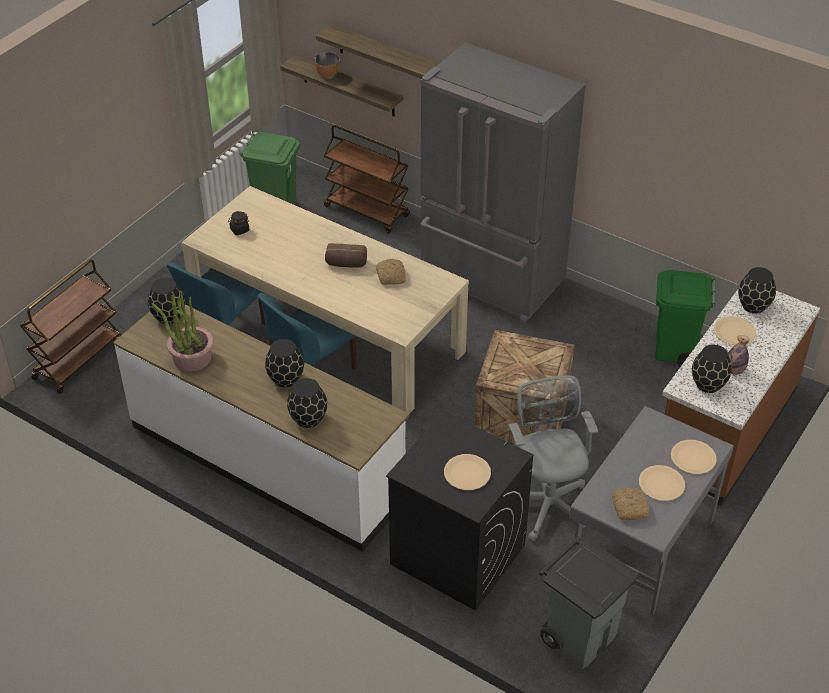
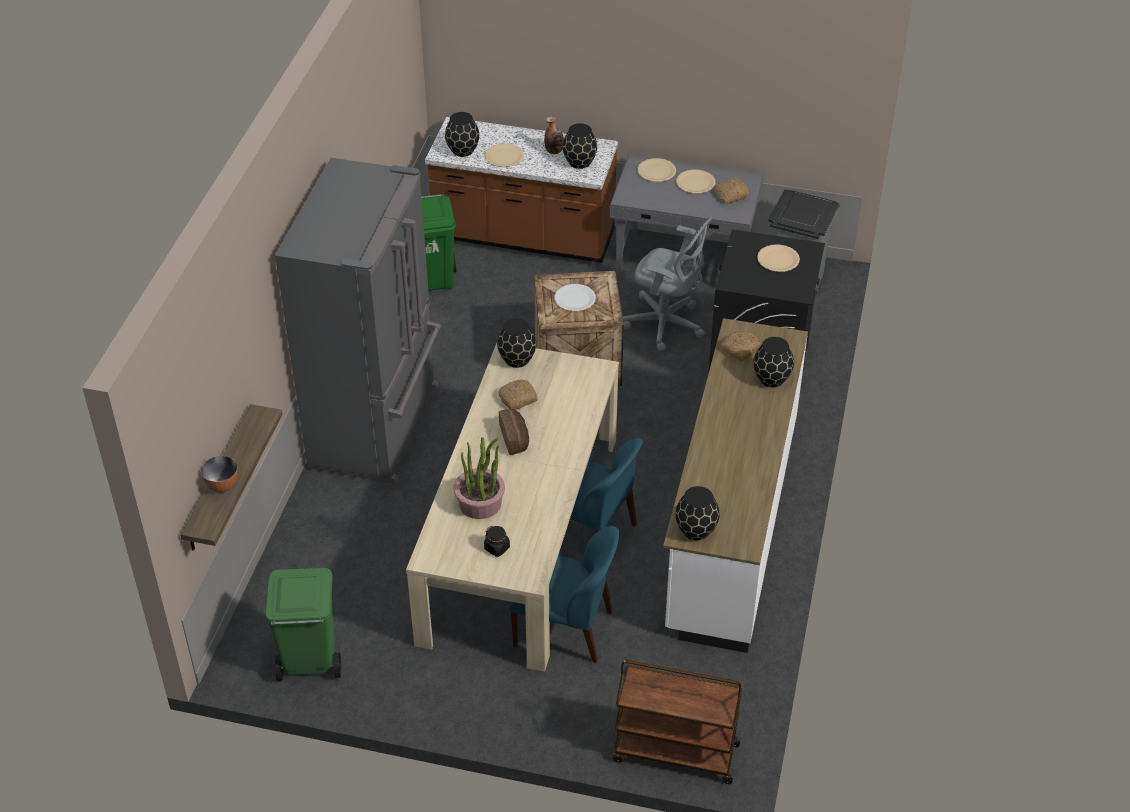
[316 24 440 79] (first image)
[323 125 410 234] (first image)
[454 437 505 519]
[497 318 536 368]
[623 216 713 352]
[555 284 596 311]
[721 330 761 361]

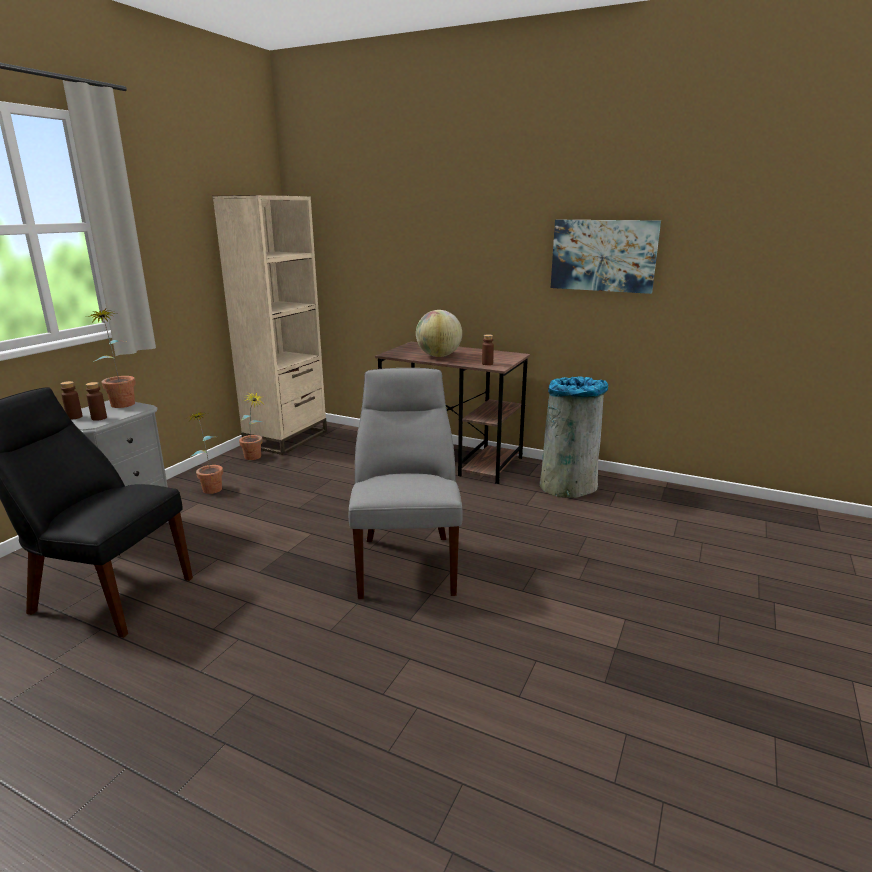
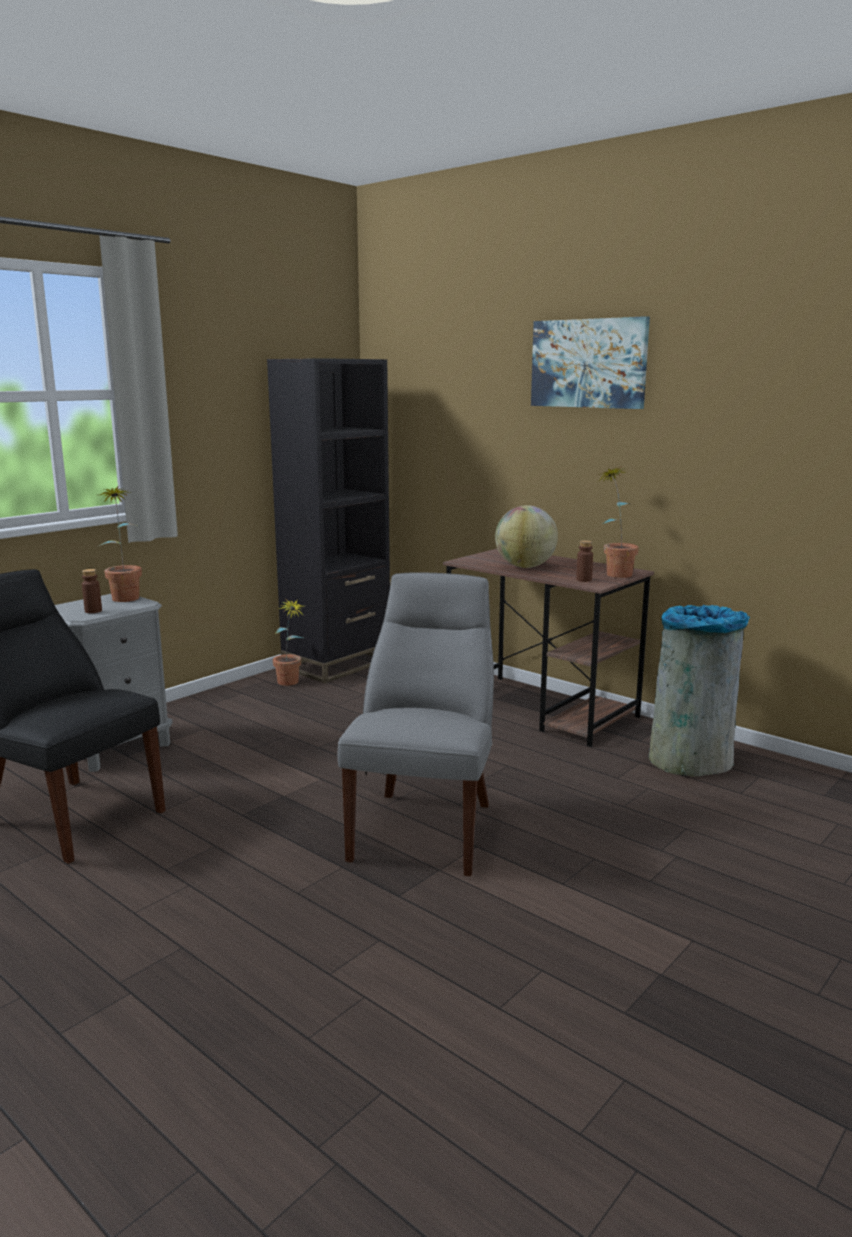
[267 358 390 683]
[531 316 650 409]
[61 381 82 420] (first image)
[597 466 639 578]

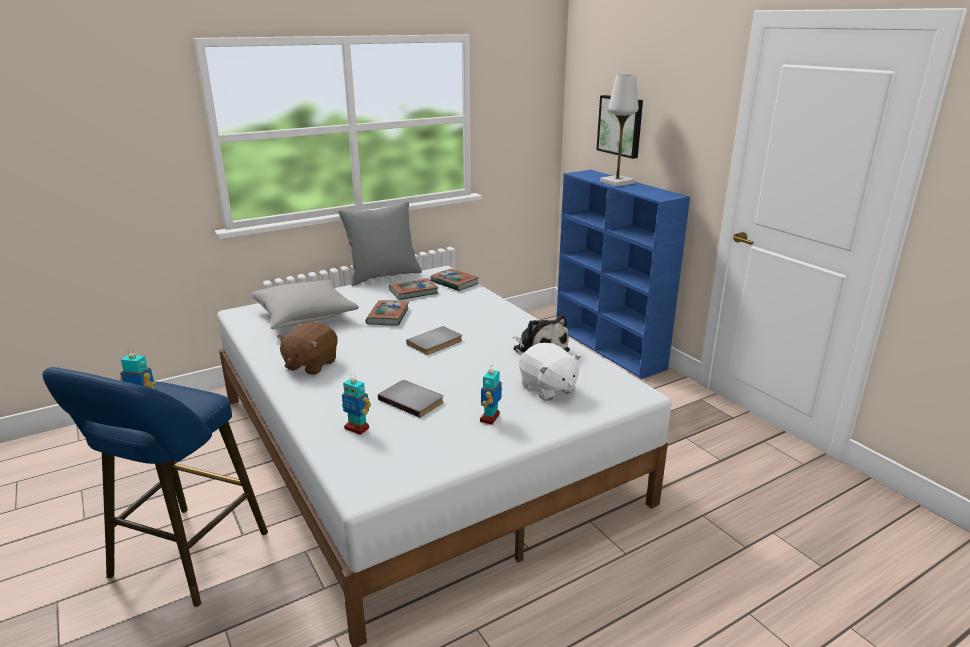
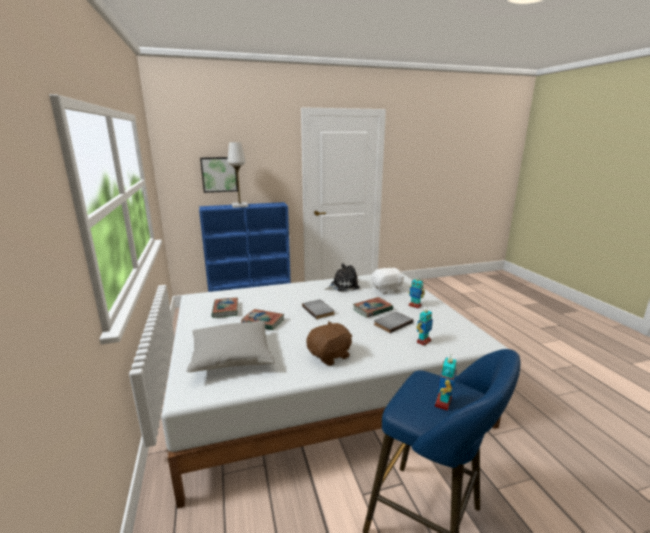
[338 202 422 286] (first image)
[353 297 393 318]
[306 321 352 366]

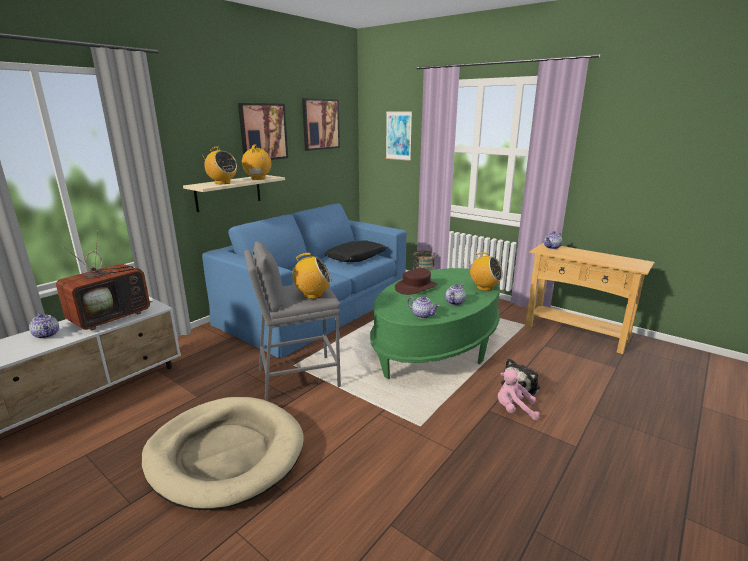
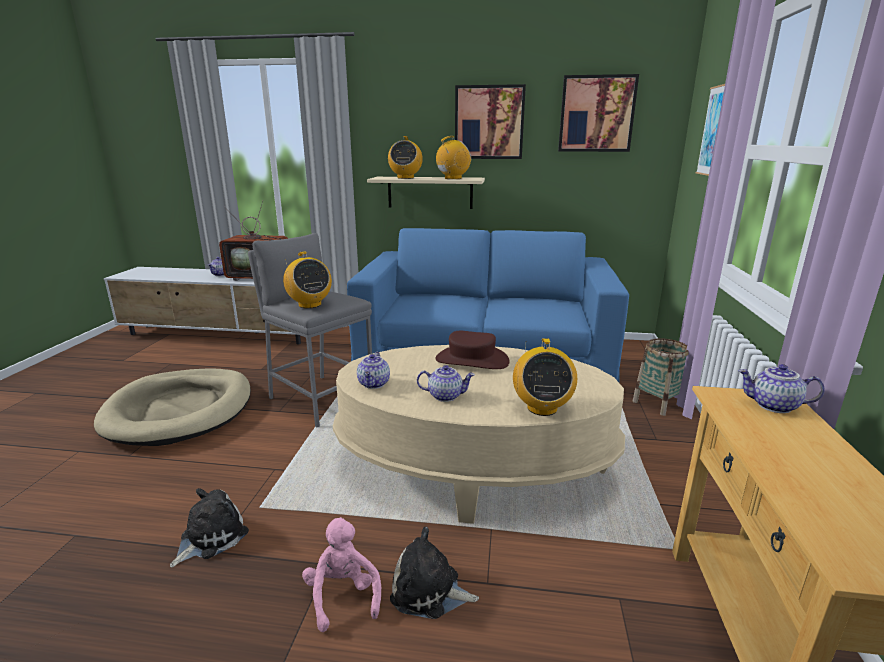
[324 241 387 262] (first image)
[333 345 625 524]
[170 488 249 567]

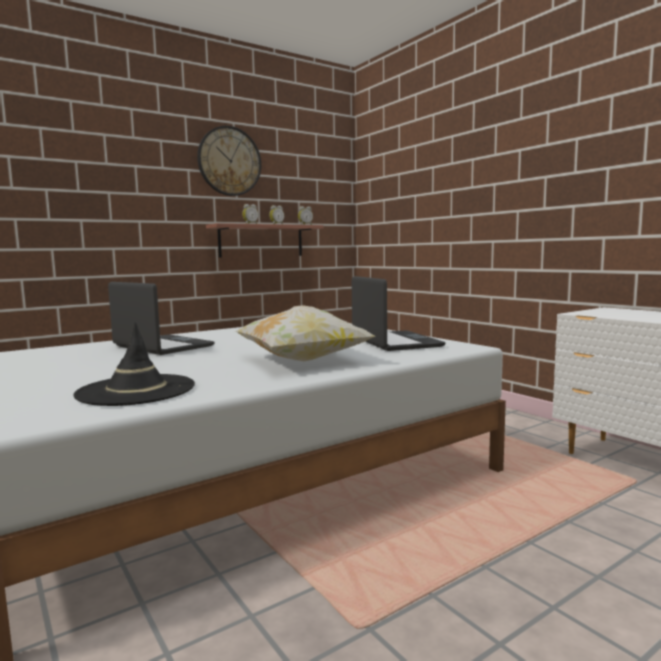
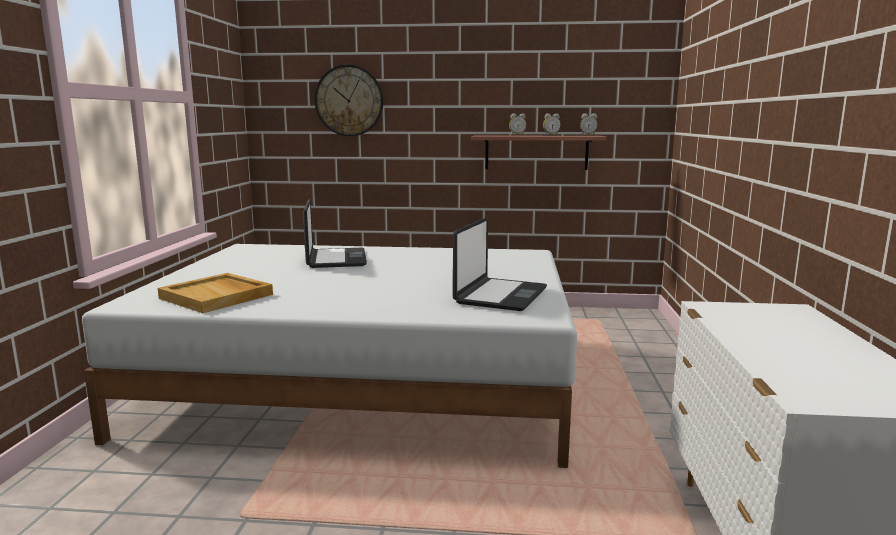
[314 64 383 136]
[235 305 375 361] (first image)
[158 273 273 313]

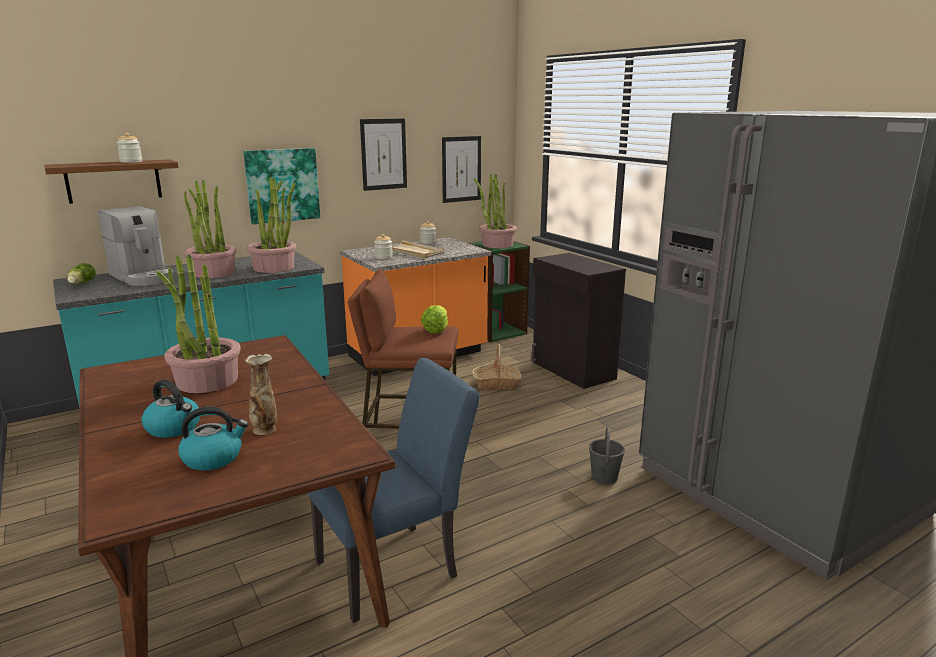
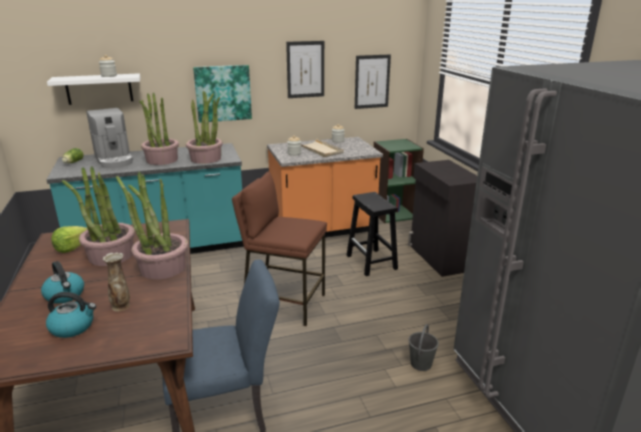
[47 73 140 105]
[116 172 188 279]
[51 226 87 253]
[346 192 398 276]

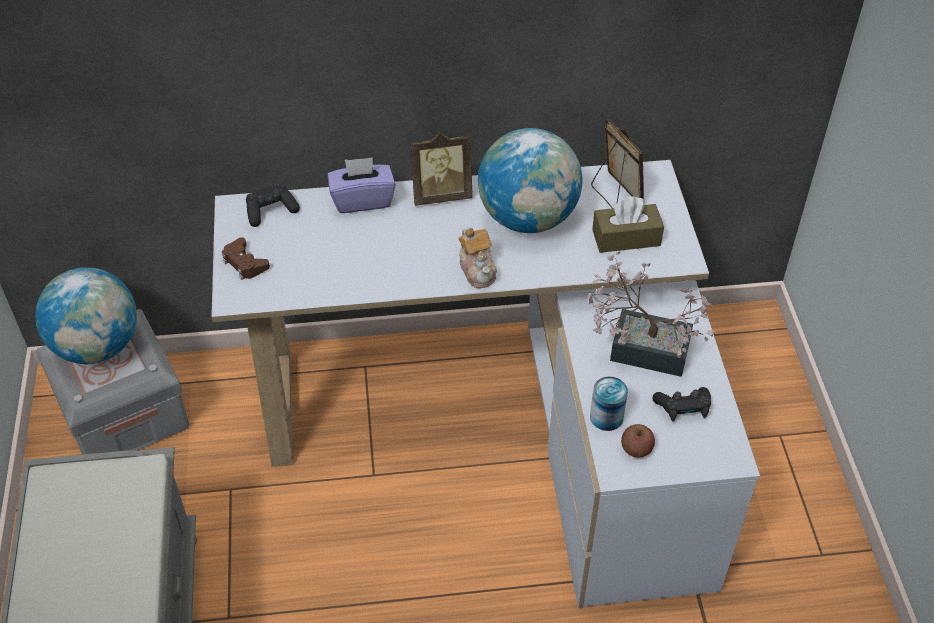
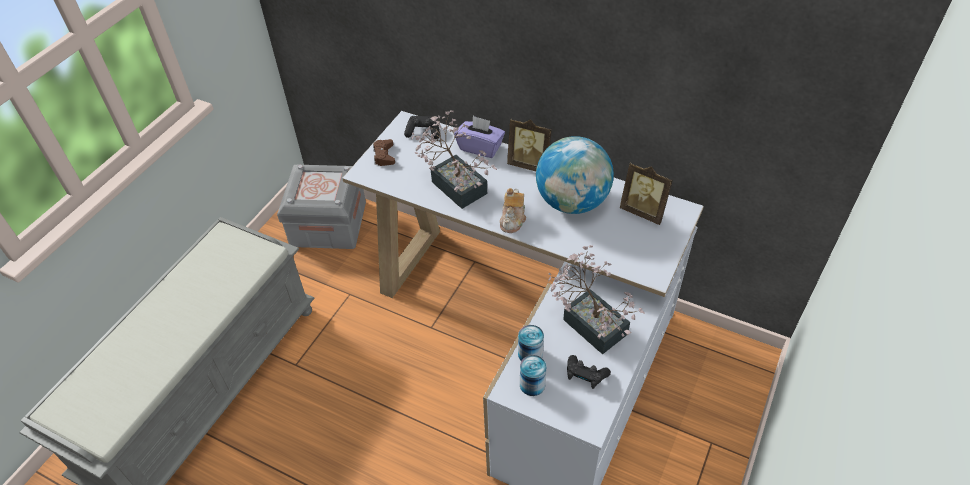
[620 162 673 225]
[592 196 664 253] (first image)
[35 267 137 364] (first image)
[520 355 546 396]
[411 110 497 209]

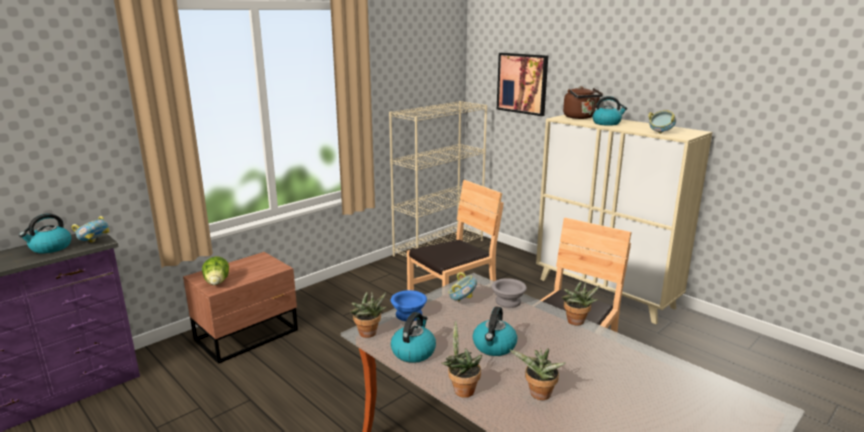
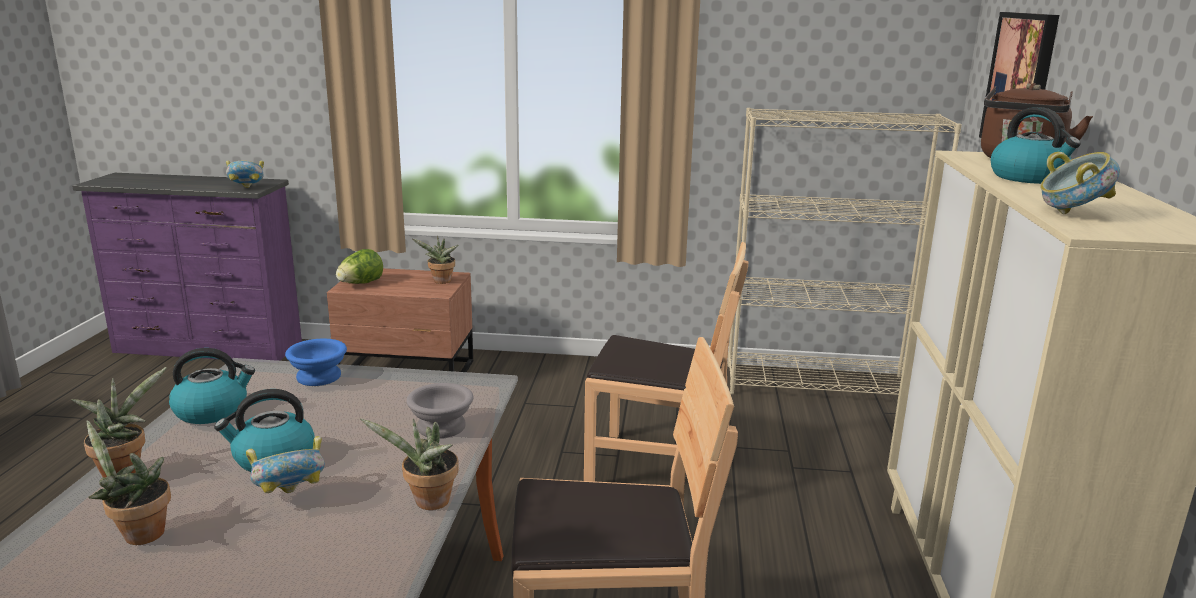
[19 213 71 254] (first image)
[246 436 325 493]
[412 236 459 284]

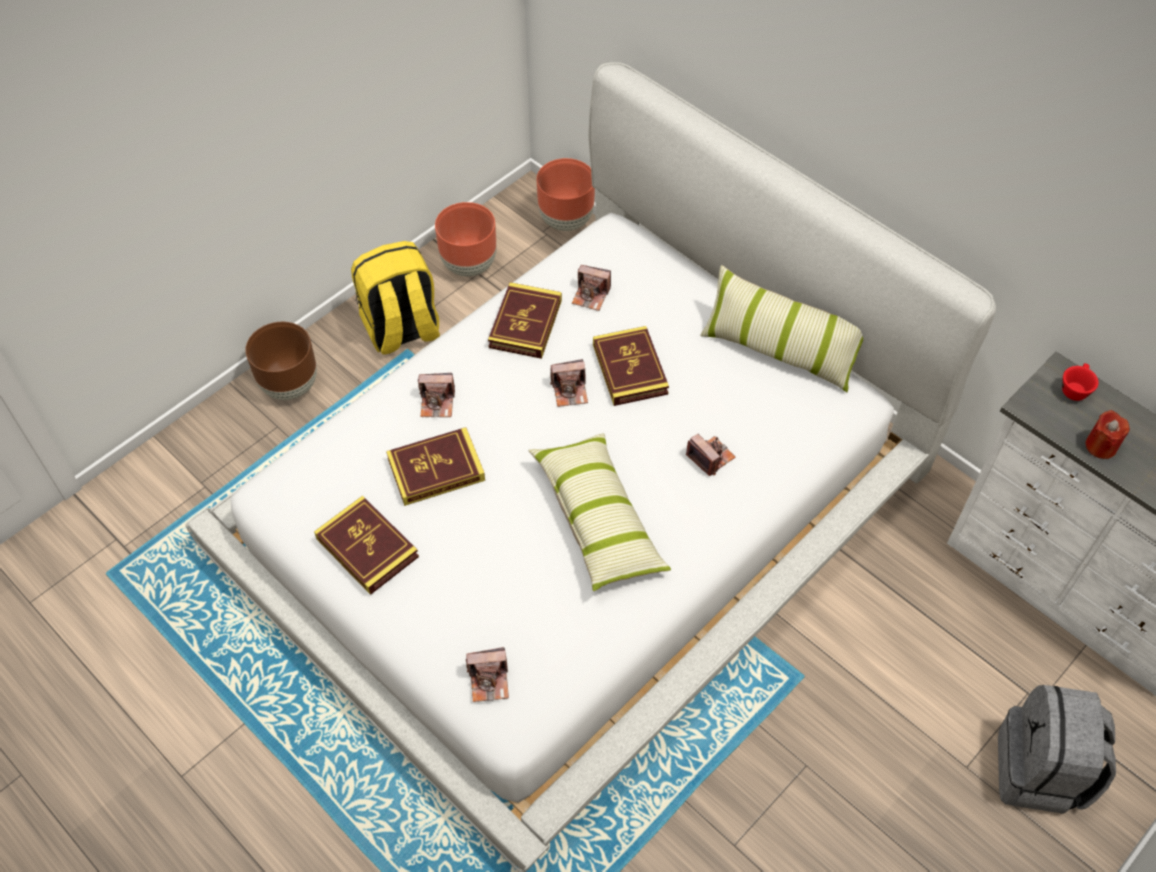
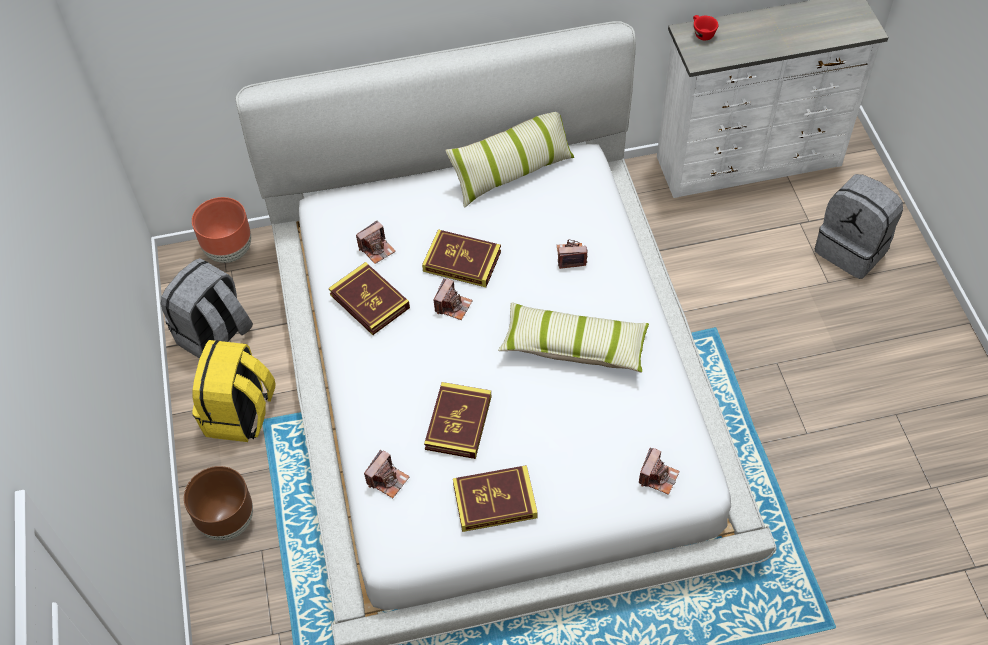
[161 258 253 359]
[364 450 410 498]
[1086 410 1130 459] (first image)

